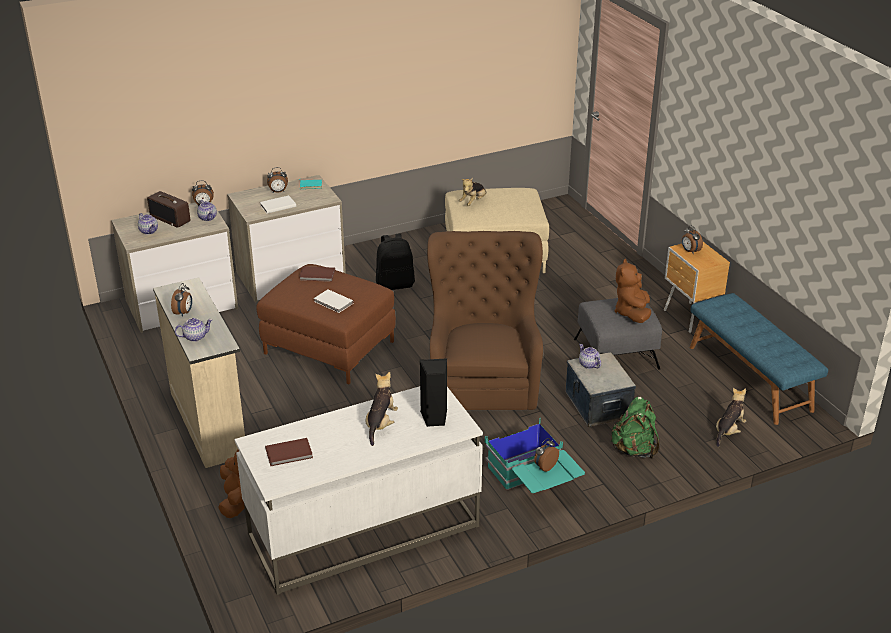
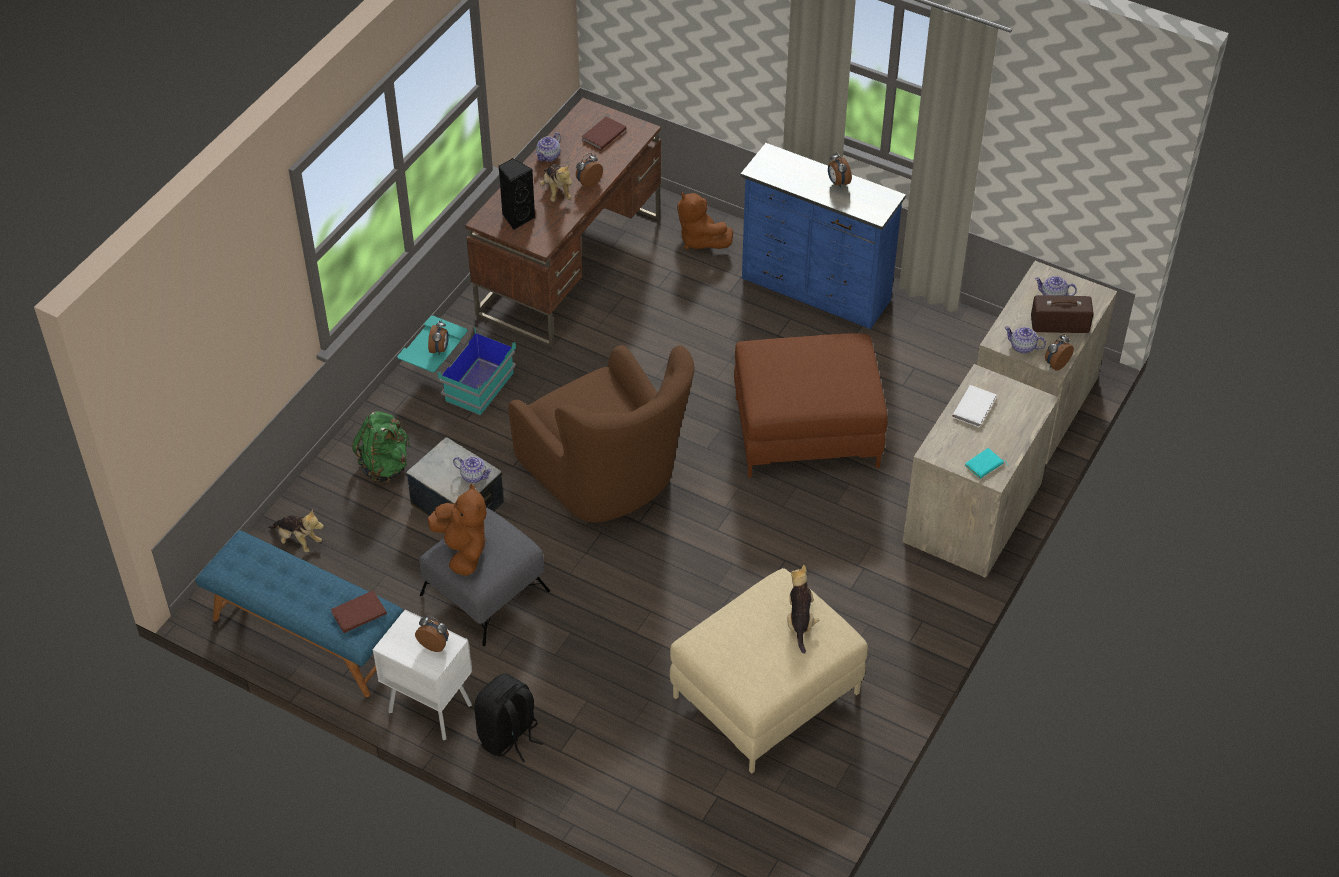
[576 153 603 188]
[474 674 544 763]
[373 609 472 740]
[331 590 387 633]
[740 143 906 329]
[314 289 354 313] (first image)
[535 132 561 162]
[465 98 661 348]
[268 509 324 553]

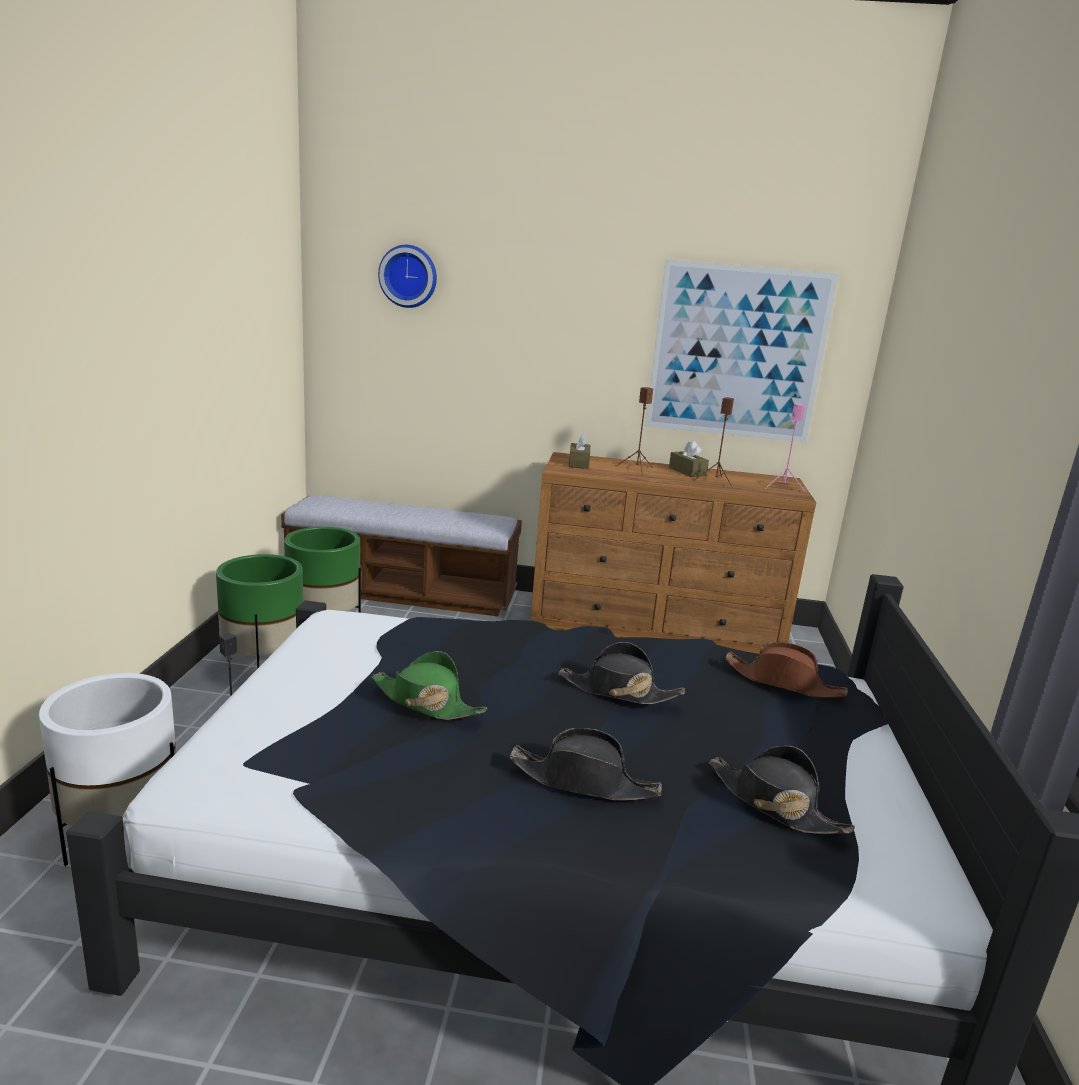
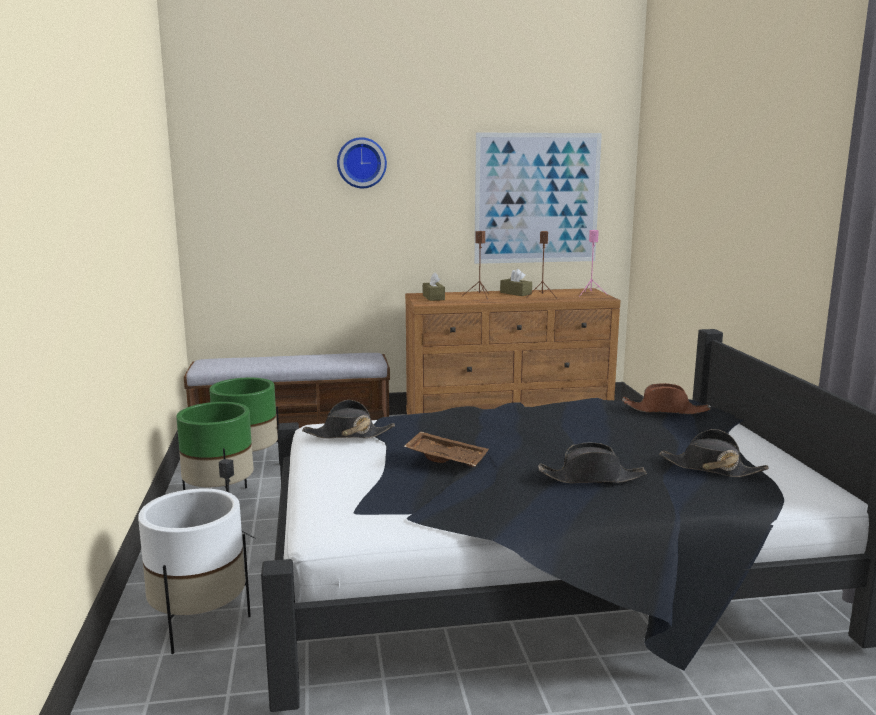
[337 137 387 188]
[302 400 395 439]
[404 431 489 467]

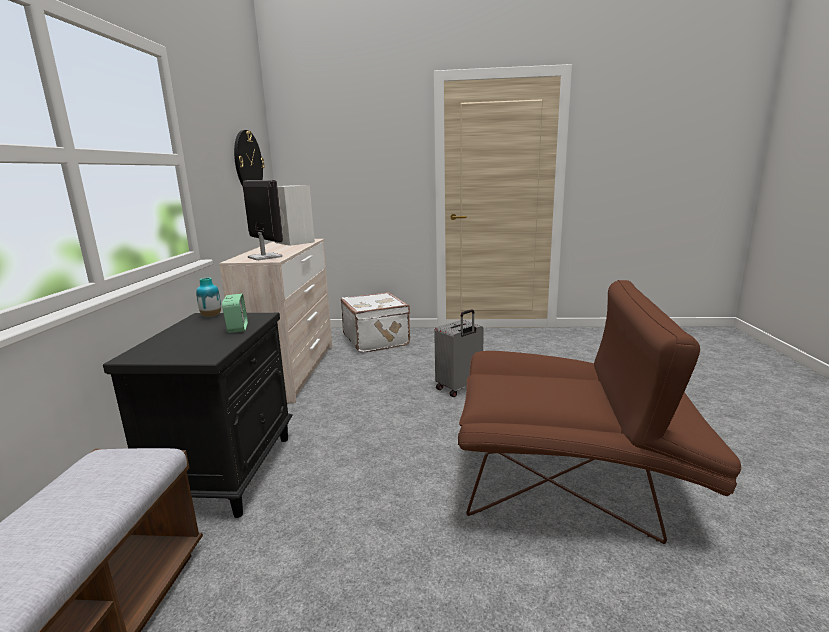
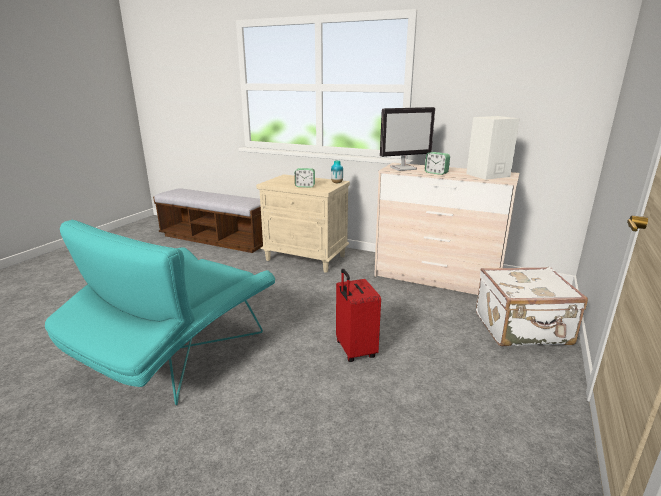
[234 130 265 186] (first image)
[45 220 275 405]
[336 269 381 362]
[256 174 350 272]
[425 152 450 175]

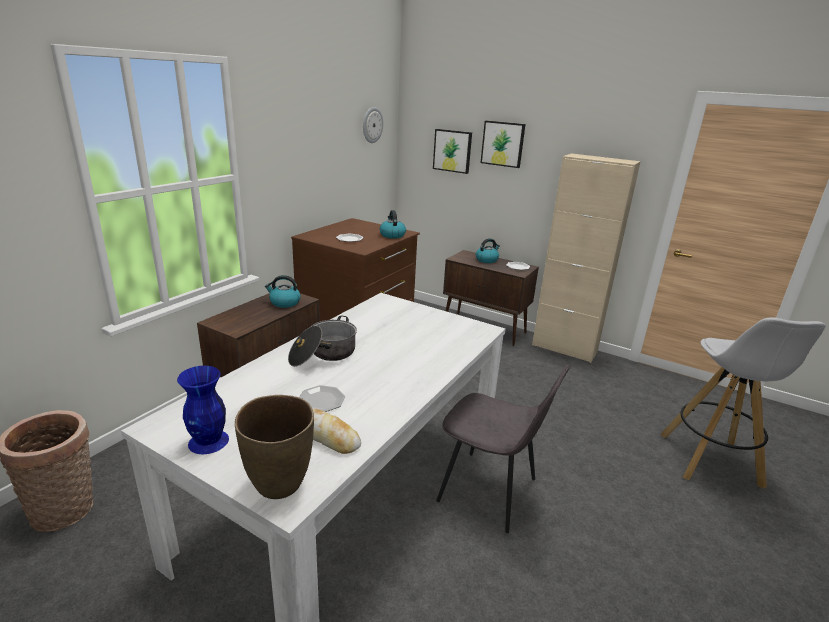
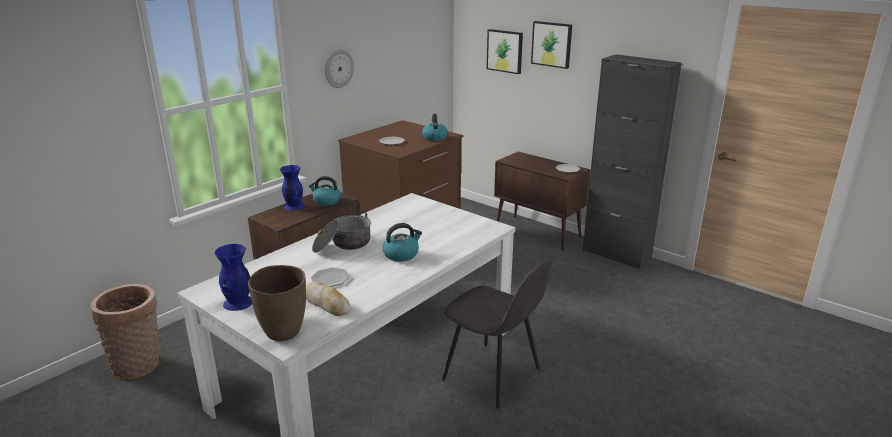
[325 49 354 88]
[583 54 682 270]
[383 223 422 262]
[660 317 826 489] (first image)
[280 165 304 211]

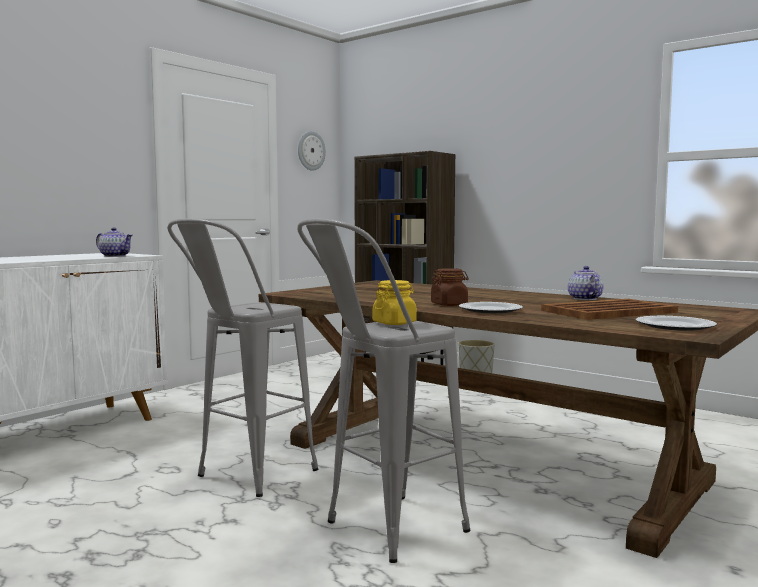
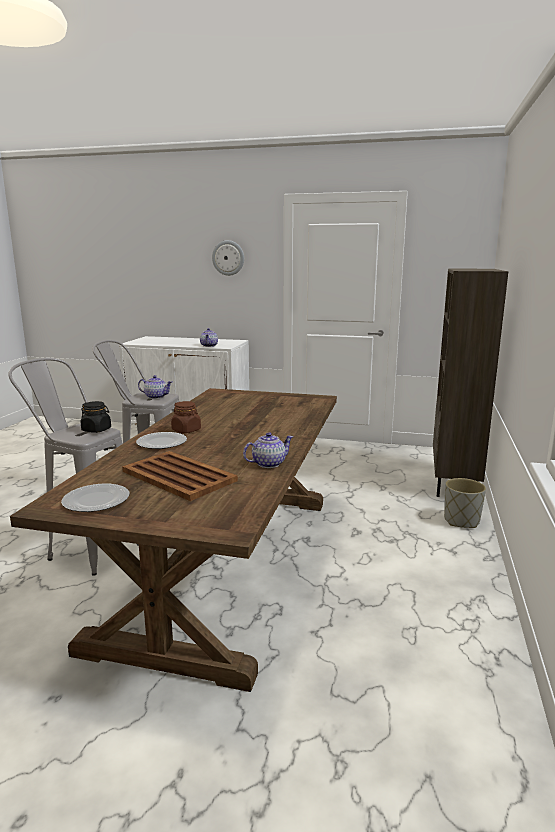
[212 240 244 276]
[81 401 111 433]
[138 375 172 399]

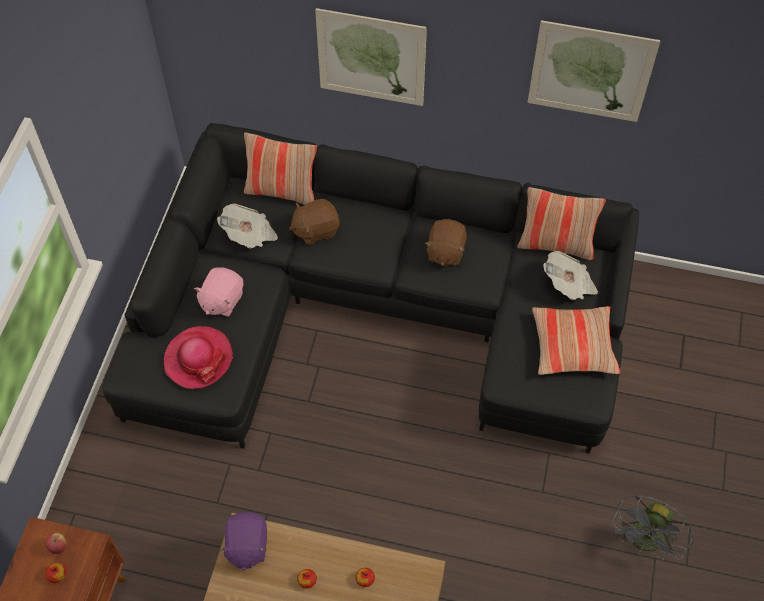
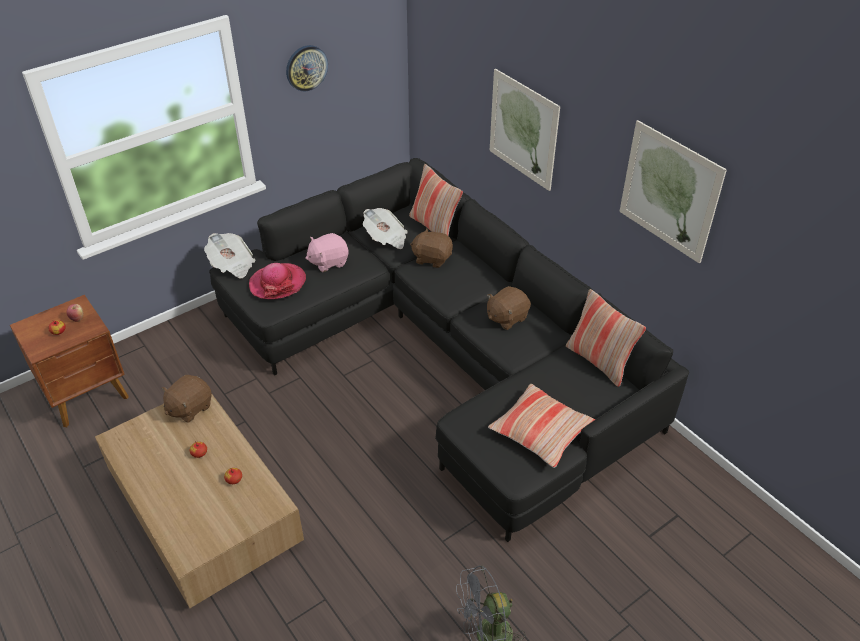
[204 233 256 278]
[161 375 212 423]
[286 45 328 92]

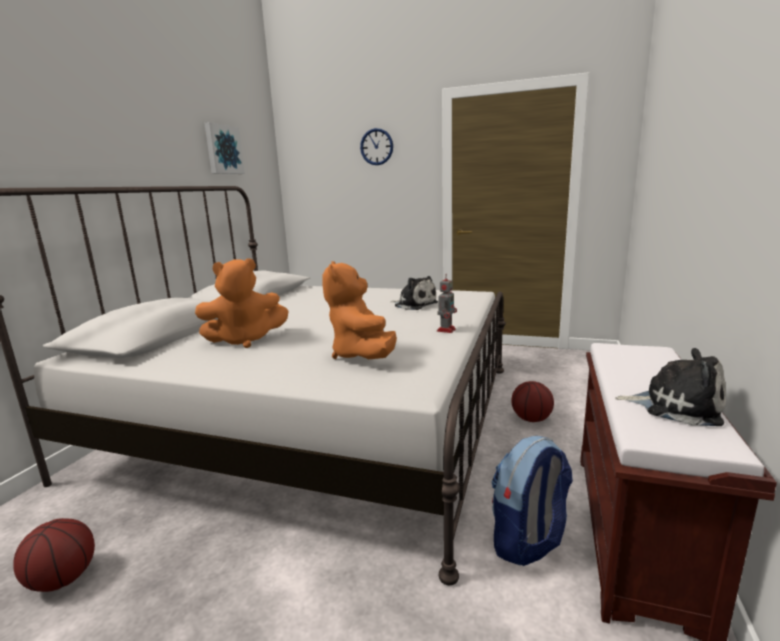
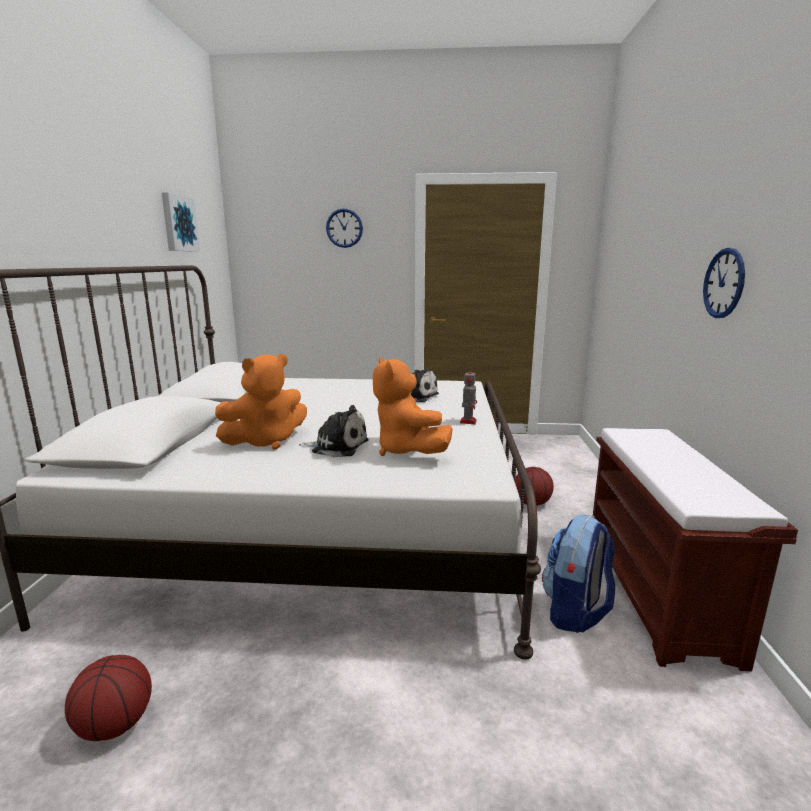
[299 405 368 457]
[703 248 745 318]

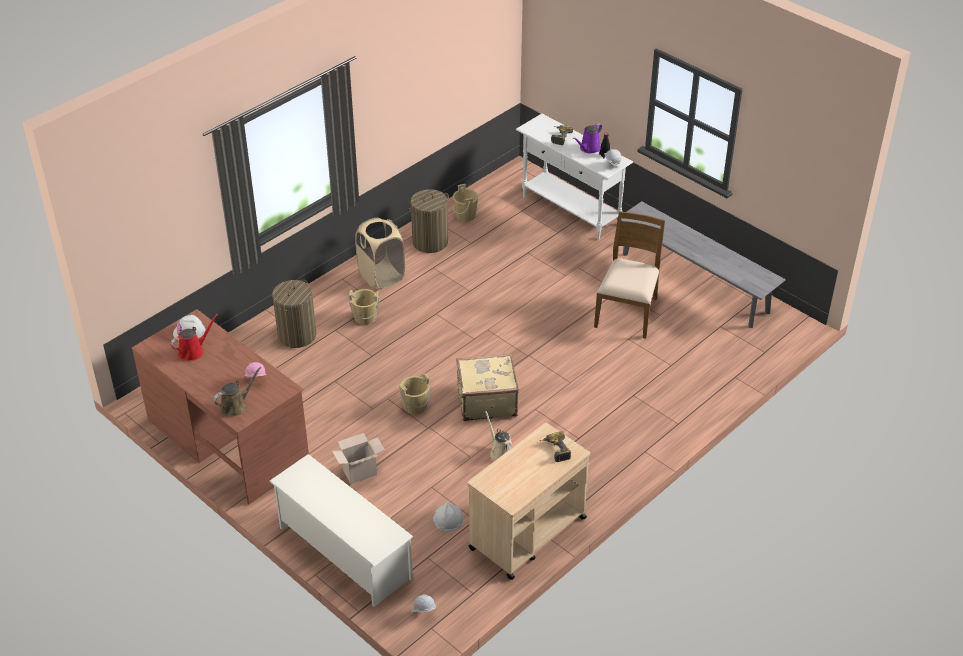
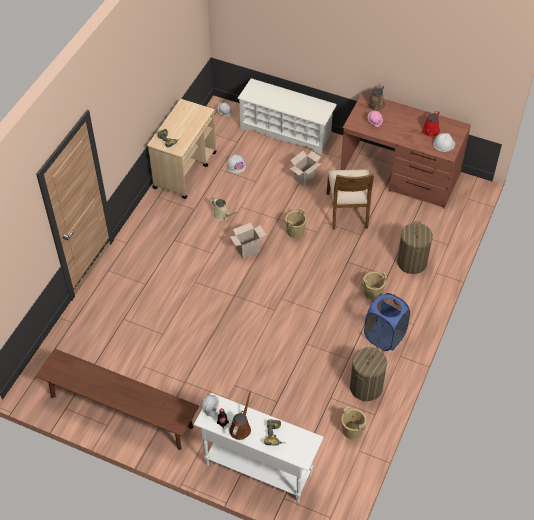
[229 391 251 440]
[36 349 199 450]
[327 169 374 229]
[364 293 410 351]
[230 223 266 258]

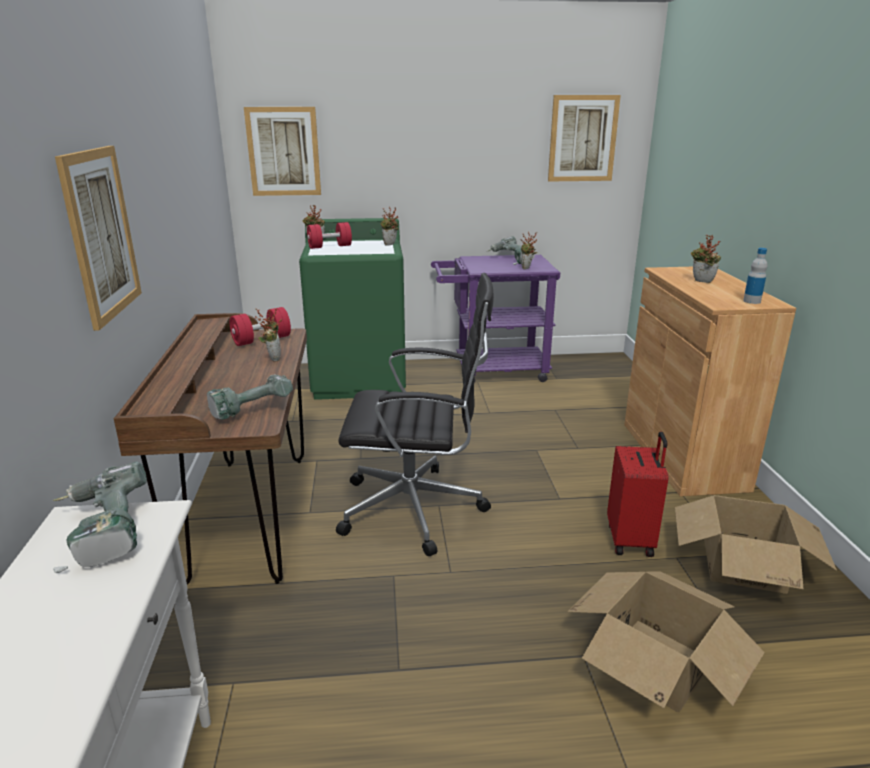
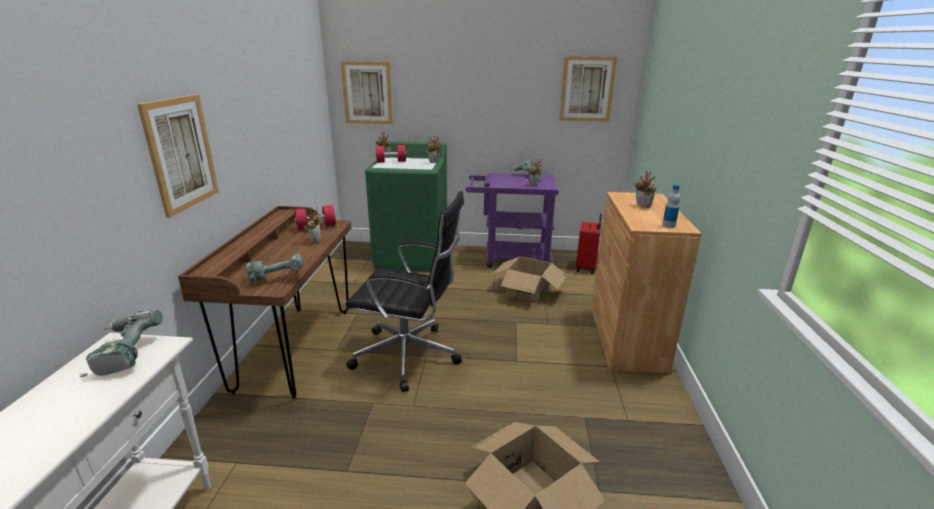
[576 214 602 274]
[491 257 568 302]

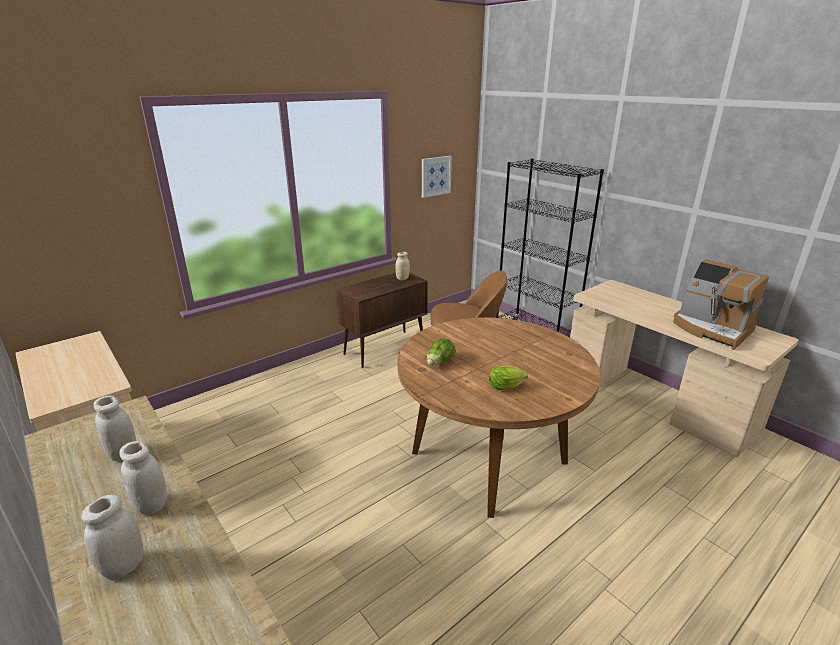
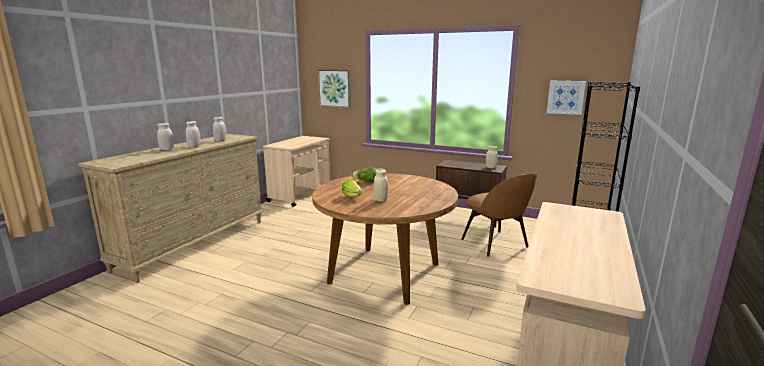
[673 259 769 350] (first image)
[317 70 351 108]
[373 169 388 202]

